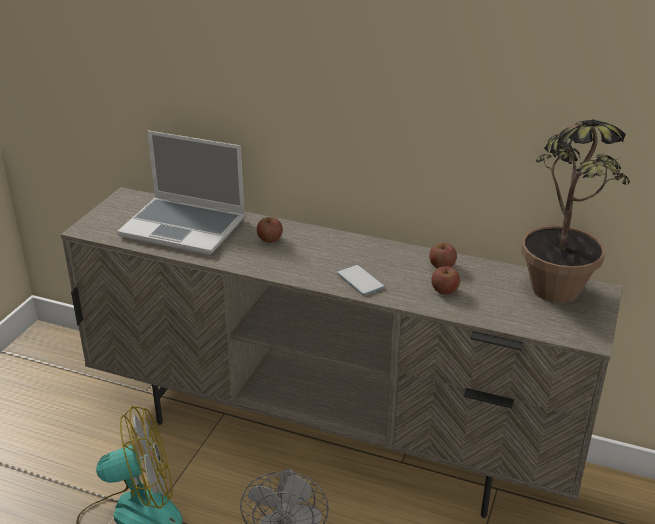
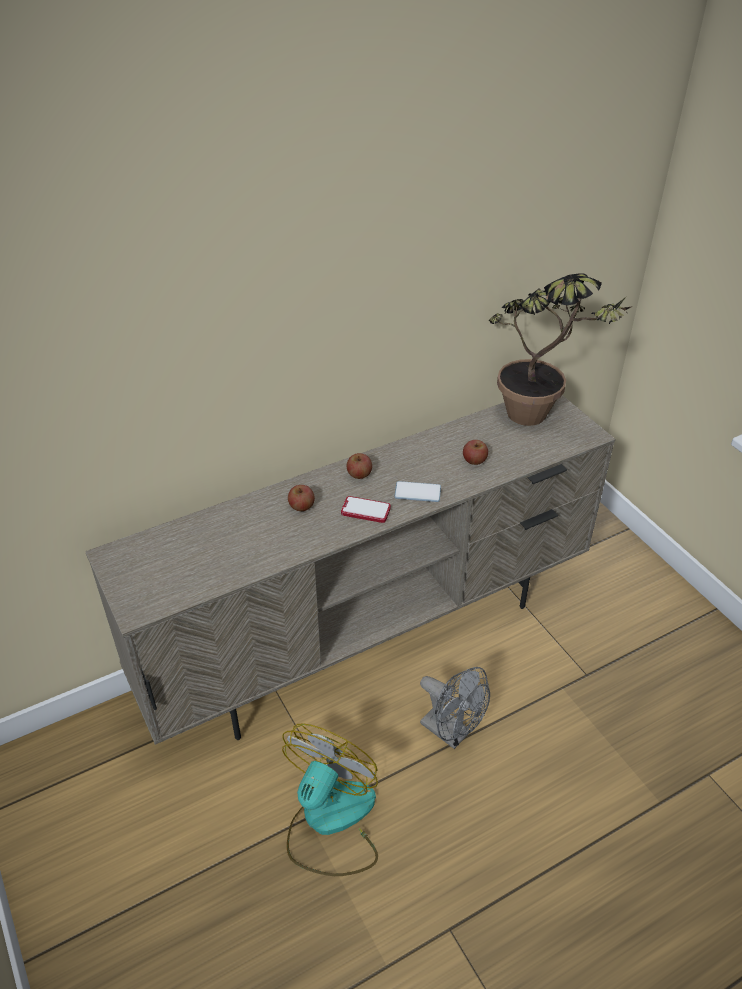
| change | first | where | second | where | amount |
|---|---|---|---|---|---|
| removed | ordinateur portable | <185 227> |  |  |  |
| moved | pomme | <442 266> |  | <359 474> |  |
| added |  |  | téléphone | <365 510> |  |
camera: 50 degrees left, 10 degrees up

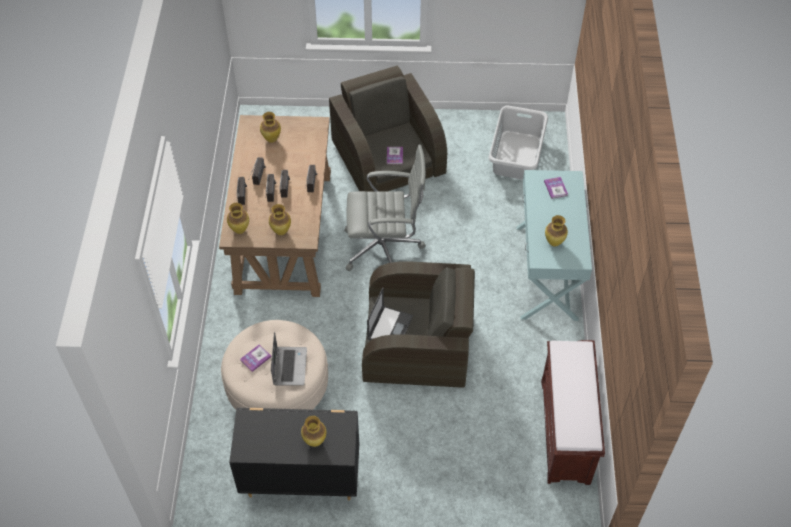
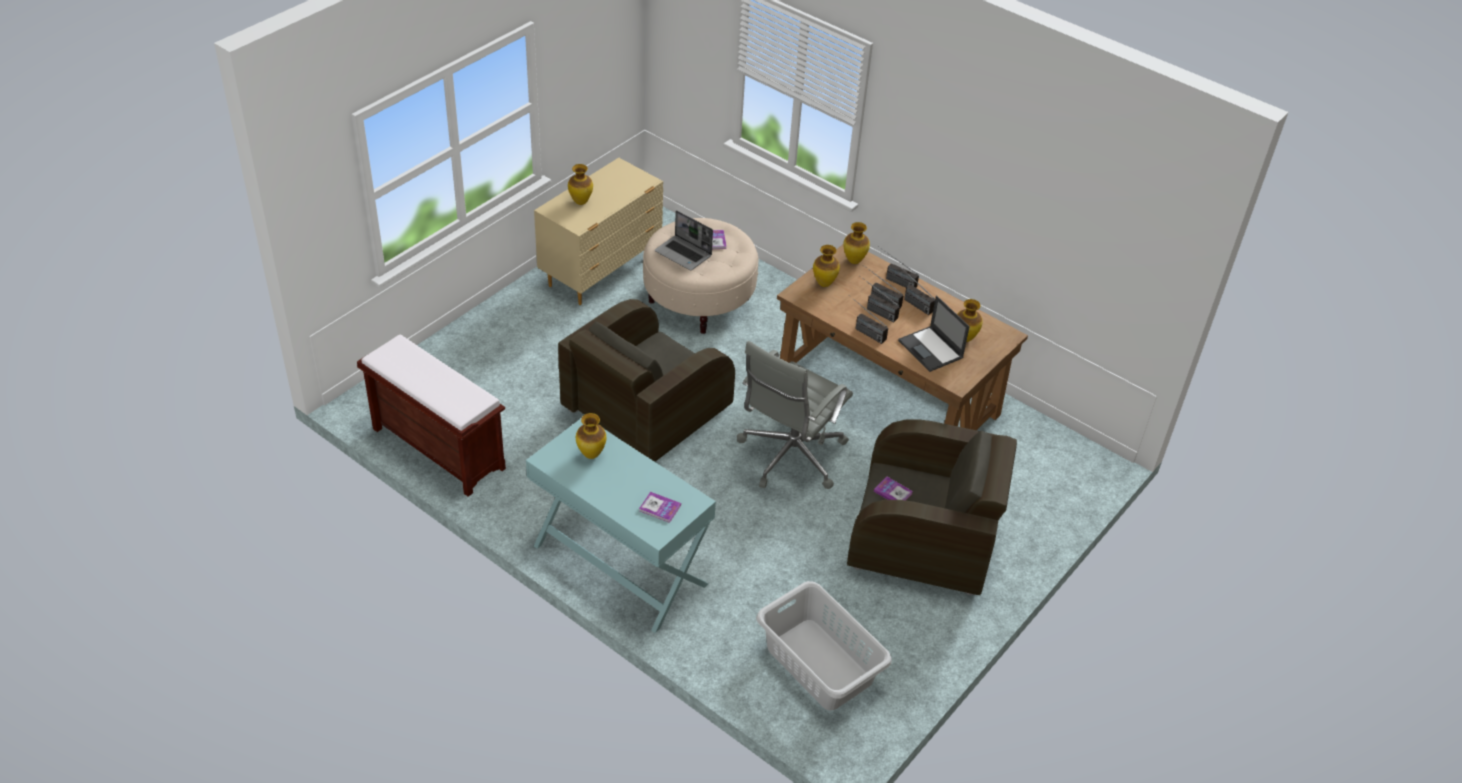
| change | first | where | second | where | amount |
|---|---|---|---|---|---|
| recoloured | commode [noir] | <300 478> | commode [beige] | <601 271> |  |
| moved | ordinateur portable | <390 327> |  | <931 349> |  |
camera: 125 degrees right, 10 degrees down

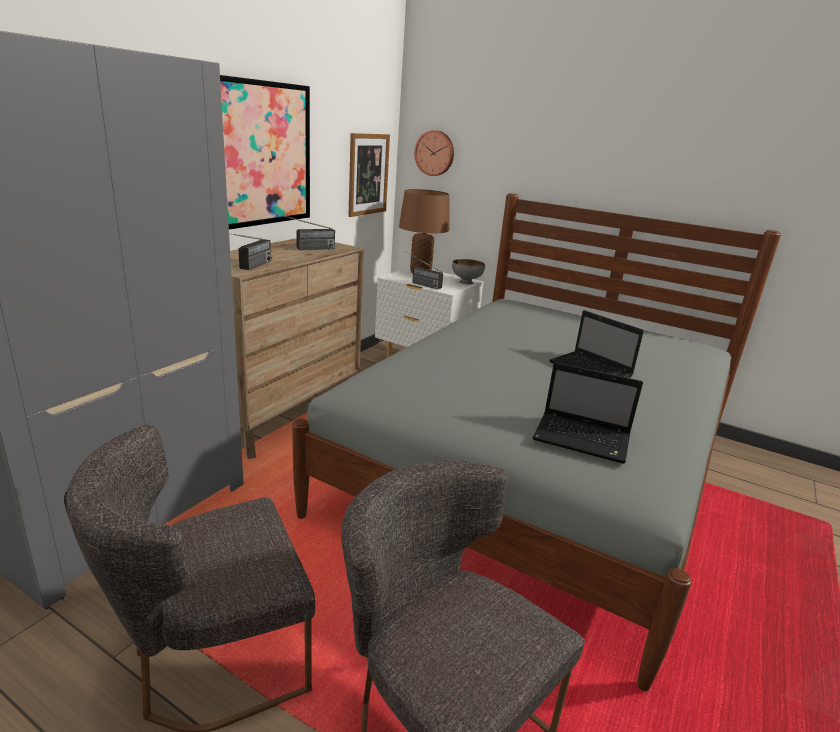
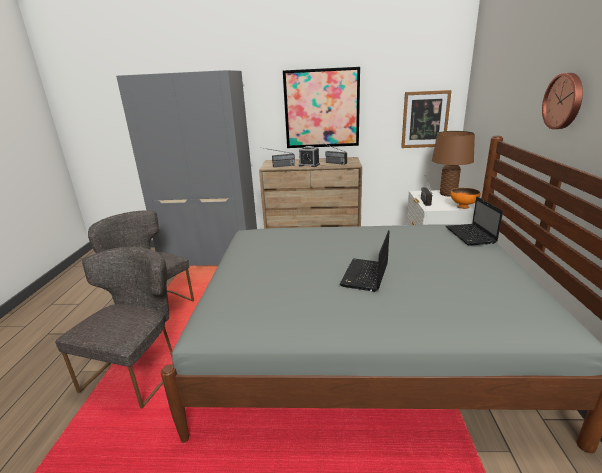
| change | first | where | second | where | amount |
|---|---|---|---|---|---|
| moved | horloge murale | <435 153> |  | <564 101> |  |
| recoloured | bol [gris] | <466 282> | bol [orange] | <463 207> |  |
| moved | ordinateur portable | <583 439> |  | <471 235> |  |
| added |  |  | réveil | <309 165> |  |
camera: 65 degrees right, 0 degrees up

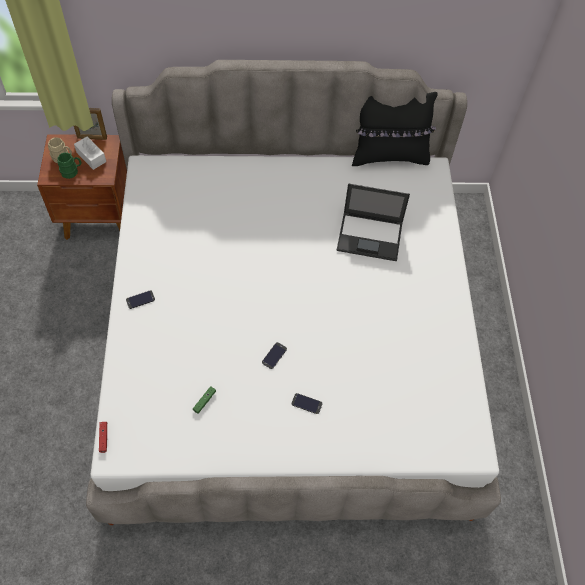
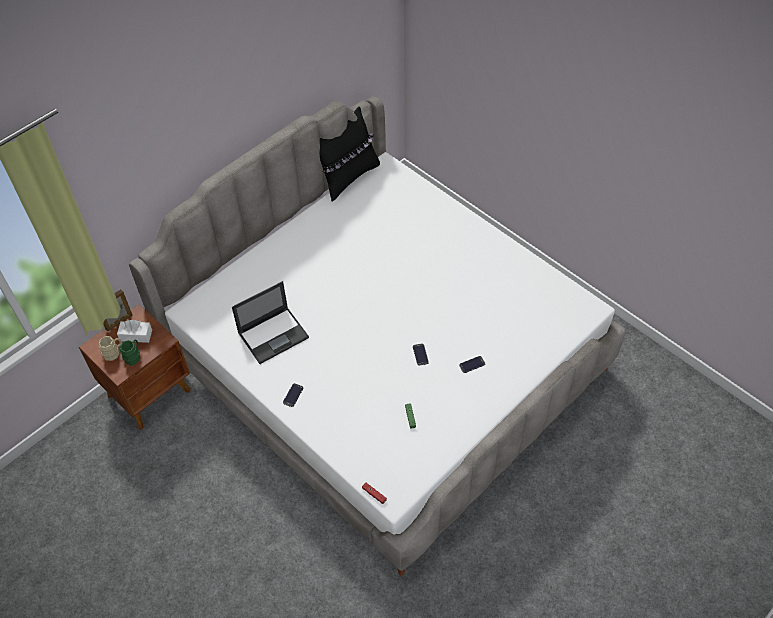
| change | first | where | second | where | amount |
|---|---|---|---|---|---|
| moved | ordinateur portable | <370 236> |  | <274 335> |  |
camera: 40 degrees left, 5 degrees down

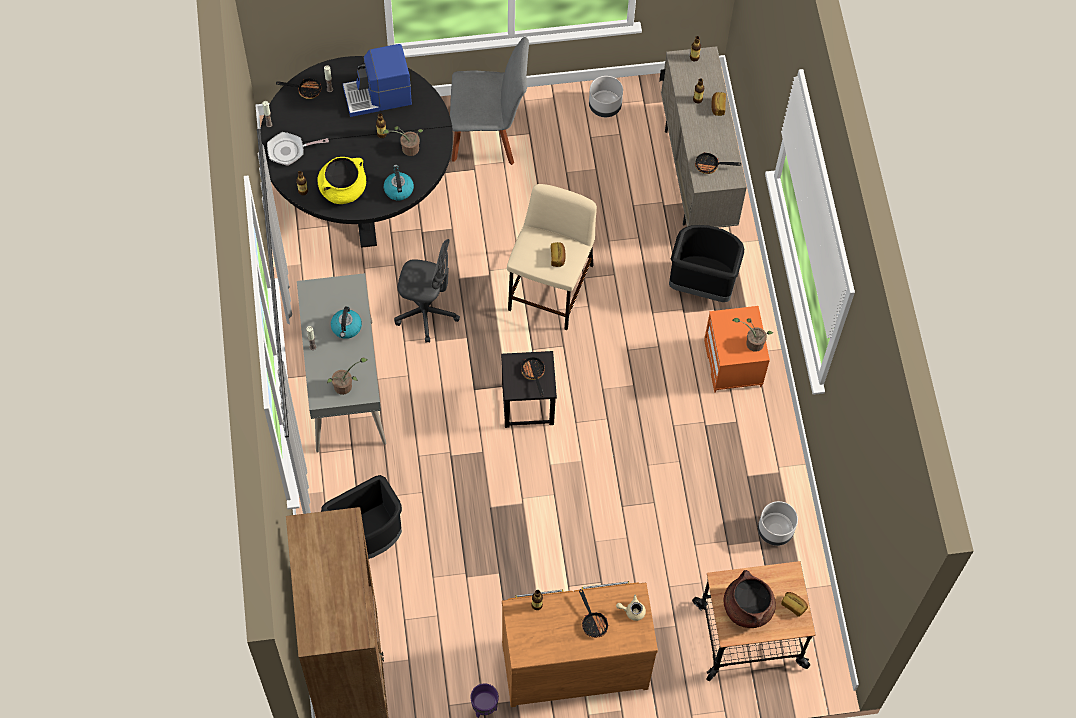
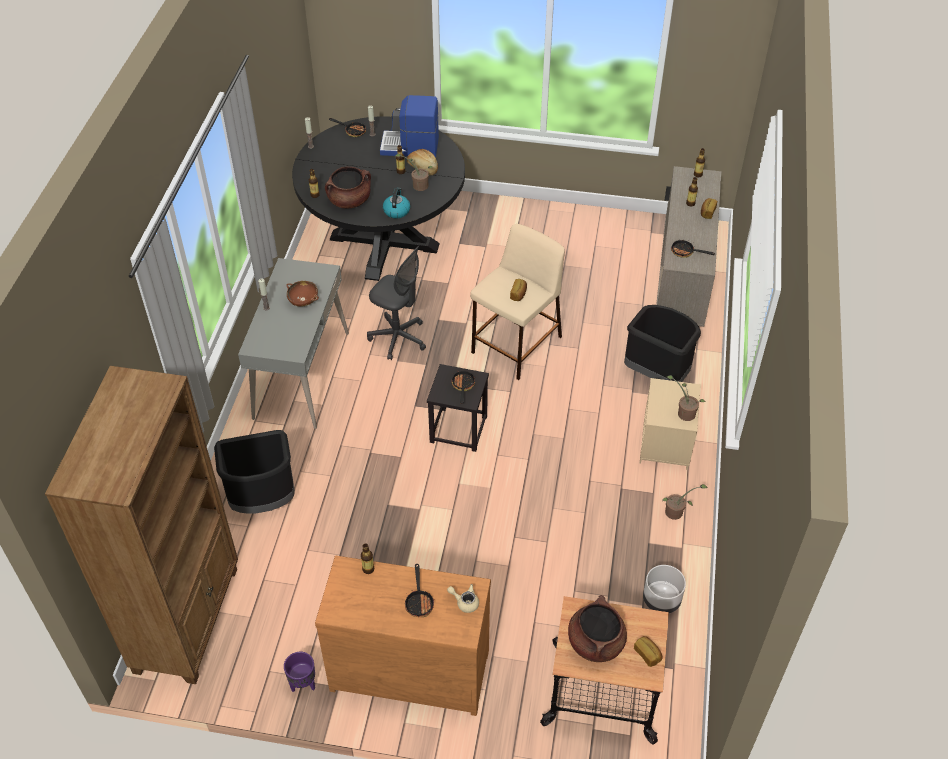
| change | first | where | second | where | amount |
|---|---|---|---|---|---|
| removed | poêle | <289 150> |  |  |  |
| recoloured | marmite [jaune] | <343 189> | marmite [marron] | <349 201> |  |
| moved | plante en pot | <345 386> |  | <676 512> |  |
| replaced | bouilloire | <346 328> | bol [marron] | <303 301> |  |
| removed | chaise [gris] | <488 135> |  |  |  |
| removed | cache-pot [gris] | <605 106> |  |  |  |
| recoloured | table de chevet [orange] | <733 364> | table de chevet [beige] | <666 444> |  |
| added |  |  | pain | <422 168> |  |
camera: 20 degrees right, 15 degrees down

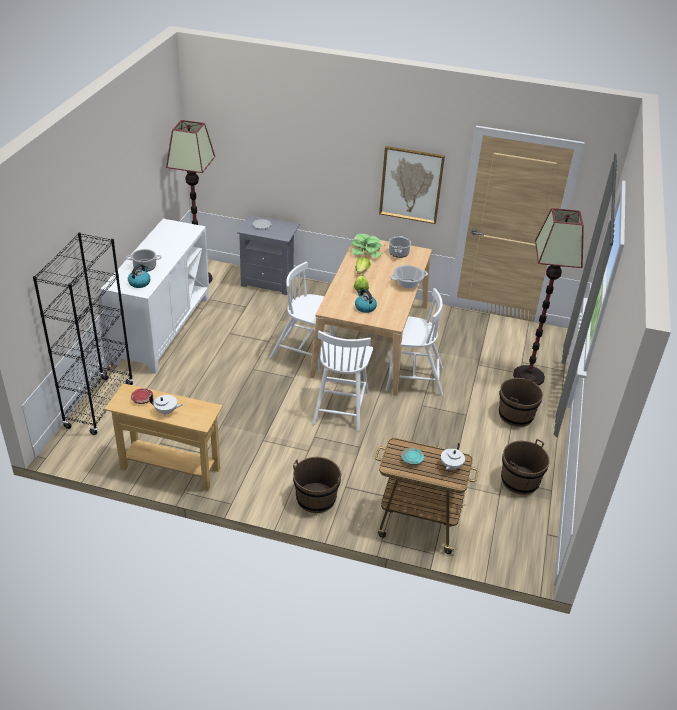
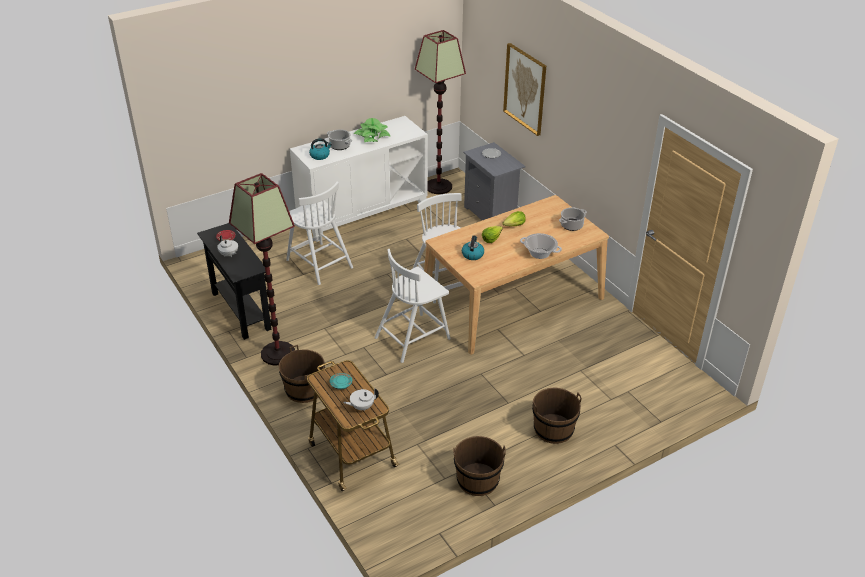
| change | first | where | second | where | amount |
|---|---|---|---|---|---|
| removed | bibliothèque [noir] | <99 406> |  |  |  |
| recoloured | table console [beige] | <170 468> | table console [noir] | <241 311> |  |
| moved | plante en pot | <366 251> |  | <372 136> |  |
| moved | tableau | <411 184> |  | <525 89> |  |
| moved | chaise [blanc] | <413 378> |  | <318 263> |  |
| moved | lampadaire | <529 376> |  | <278 354> |  |
camera: 45 degrees right, 0 degrees up

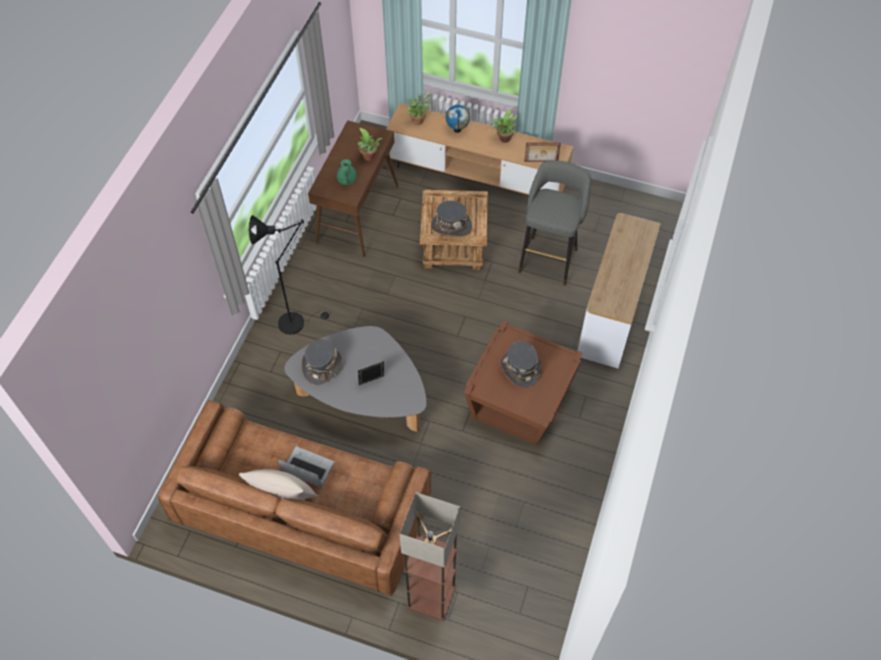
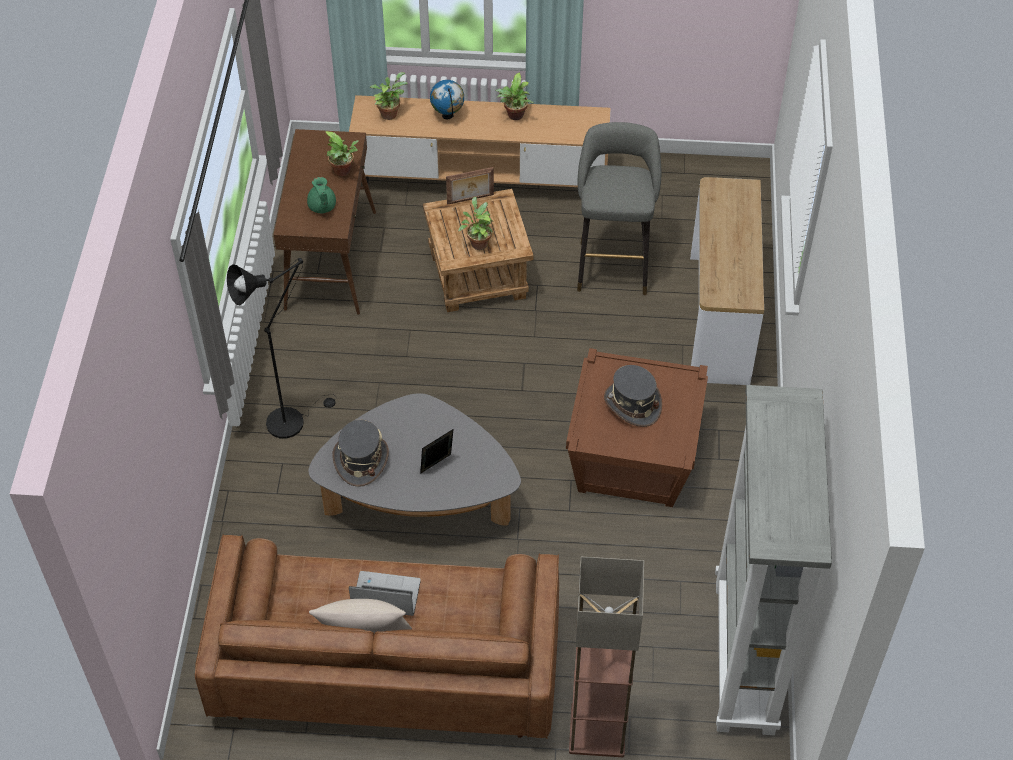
| change | first | where | second | where | amount |
|---|---|---|---|---|---|
| replaced | chapeau [gris] | <451 226> | plante en pot | <478 242> |  |
| moved | cadre photo | <541 161> |  | <470 200> |  |
| added |  |  | bibliothèque [gris] | <746 658> |  |
camera: 15 degrees left, 5 degrees down

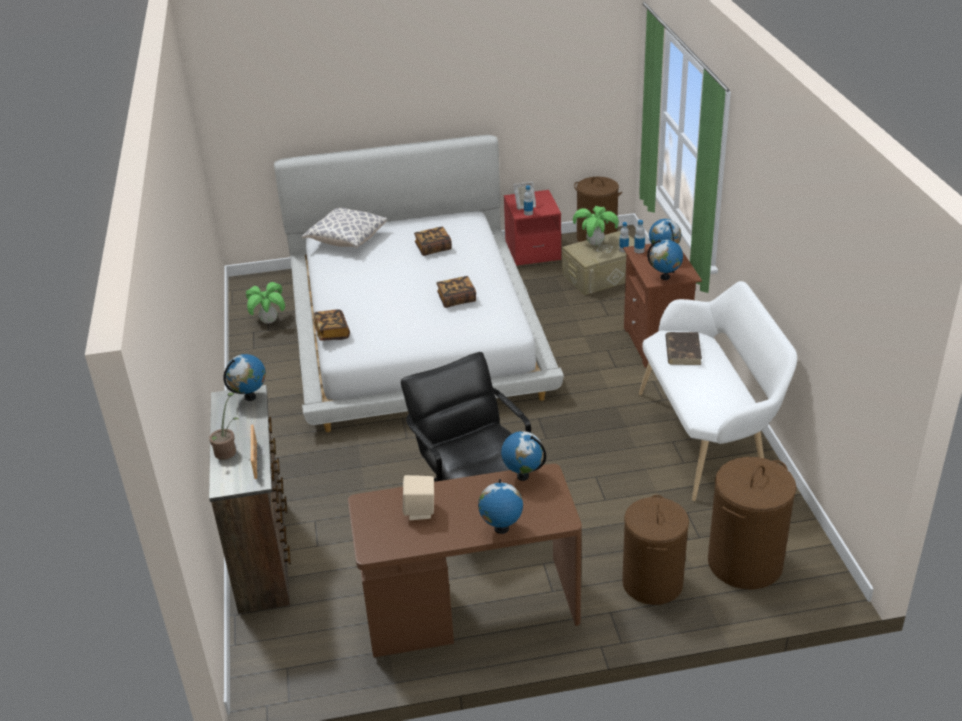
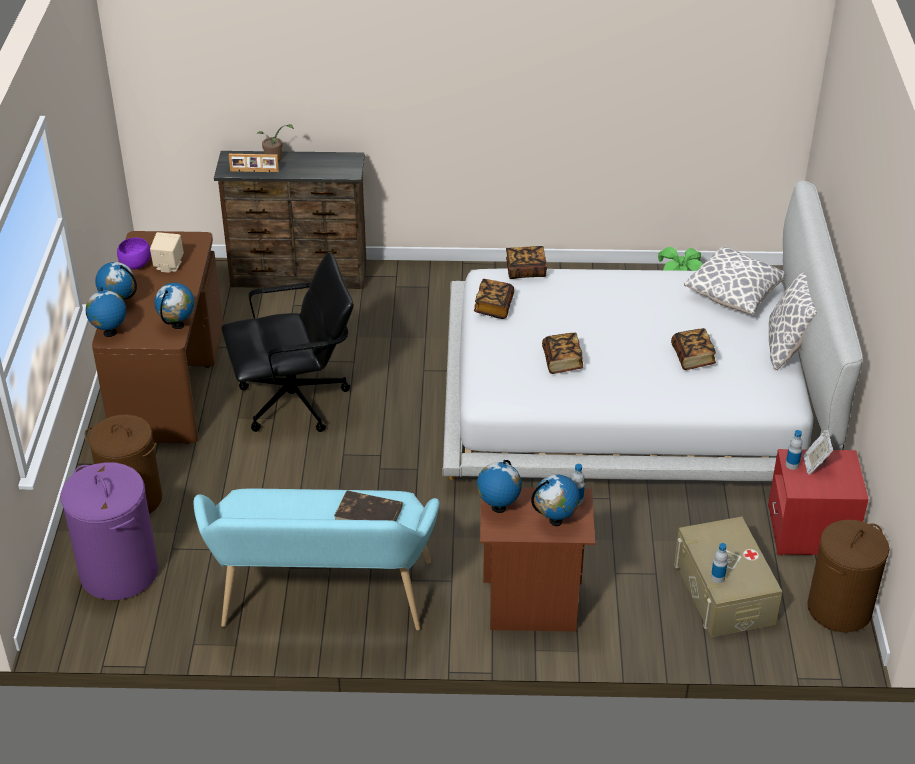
| change | first | where | second | where | amount |
|---|---|---|---|---|---|
| moved | globe | <250 397> |  | <110 333> |  |
| removed | plante en pot | <595 243> |  |  |  |
| recoloured | banc [blanc] | <708 437> | banc [turquoise] | <323 601> |  |
| recoloured | panier à linge [marron] | <745 563> | panier à linge [violet] | <118 572> |  |
| added |  |  | bol [violet] | <135 265> |  |
| added |  |  | livre | <493 307> |  |
| added |  |  | coussin | <788 346> |  |
camera: 100 degrees right, 5 degrees up

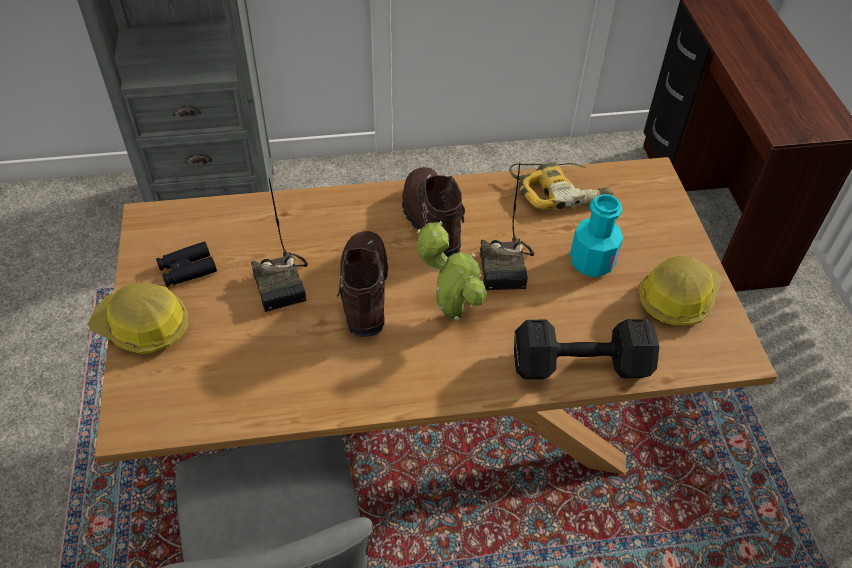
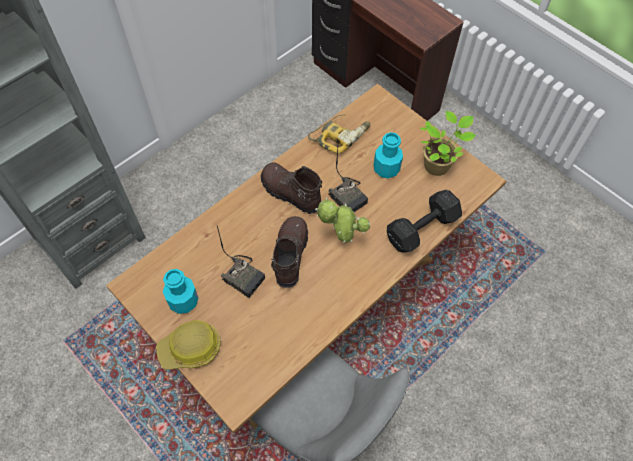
| change | first | where | second | where | amount |
|---|---|---|---|---|---|
| replaced | jumelles [noir] | <187 269> | bouteille [turquoise] | <183 301> |  |
| turned | botte [marron] | <363 292> |  | <289 255> | 45 degrees clockwise |
| replaced | casque de chantier | <677 297> | plante en pot | <438 165> |  |
camera: 35 degrees left, 10 degrees up

